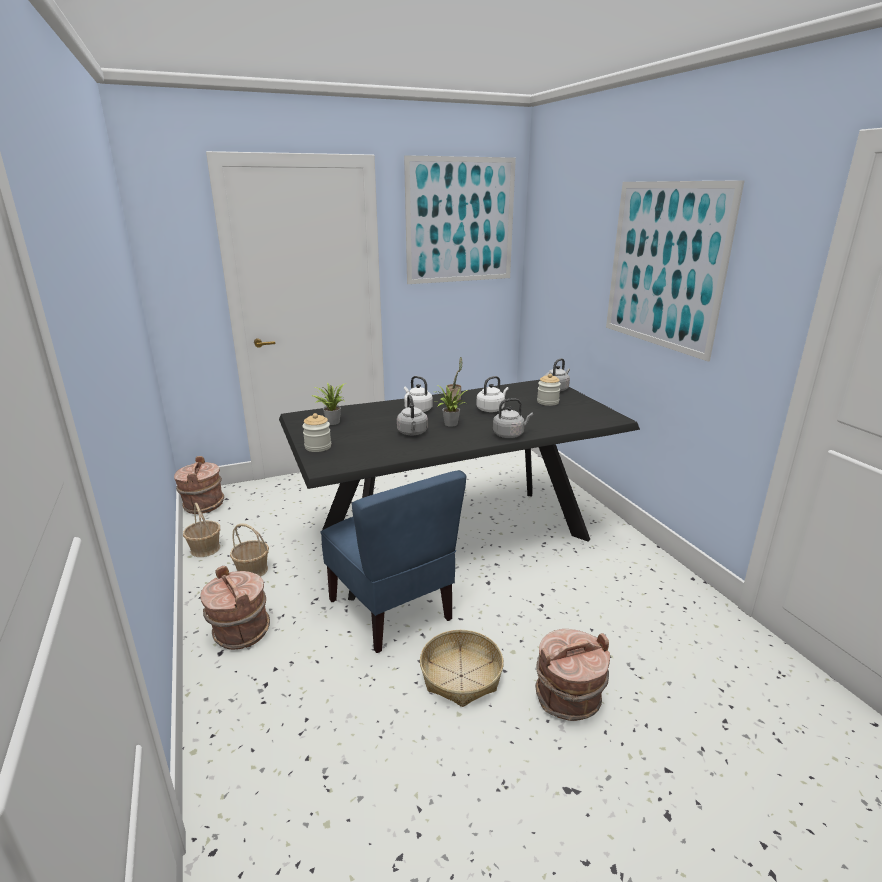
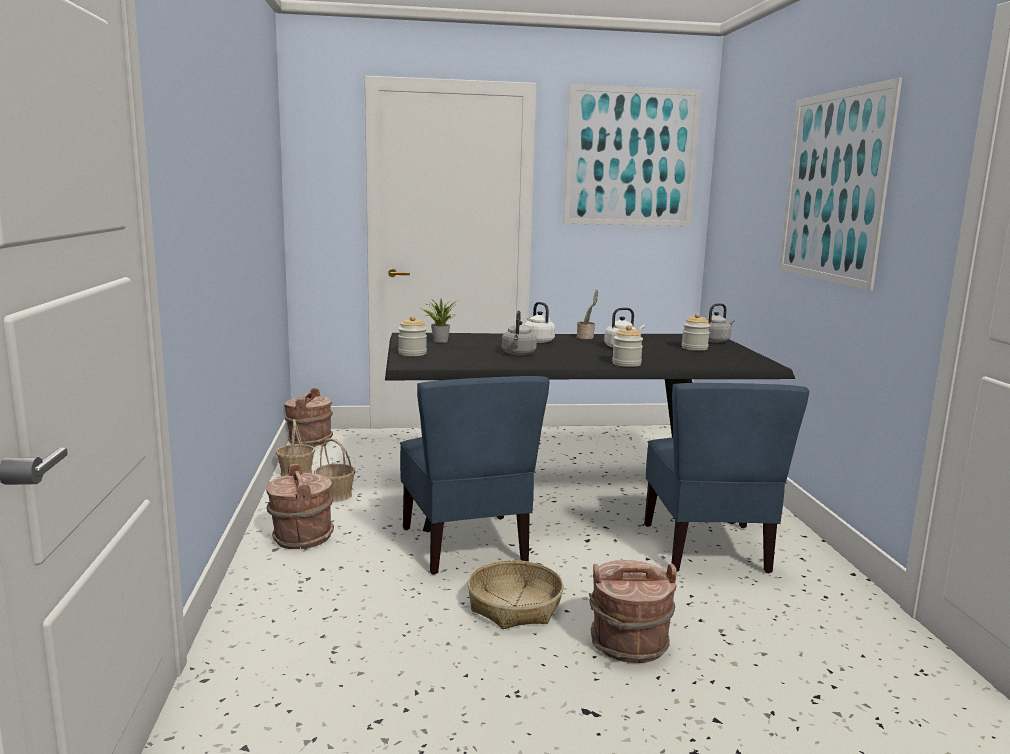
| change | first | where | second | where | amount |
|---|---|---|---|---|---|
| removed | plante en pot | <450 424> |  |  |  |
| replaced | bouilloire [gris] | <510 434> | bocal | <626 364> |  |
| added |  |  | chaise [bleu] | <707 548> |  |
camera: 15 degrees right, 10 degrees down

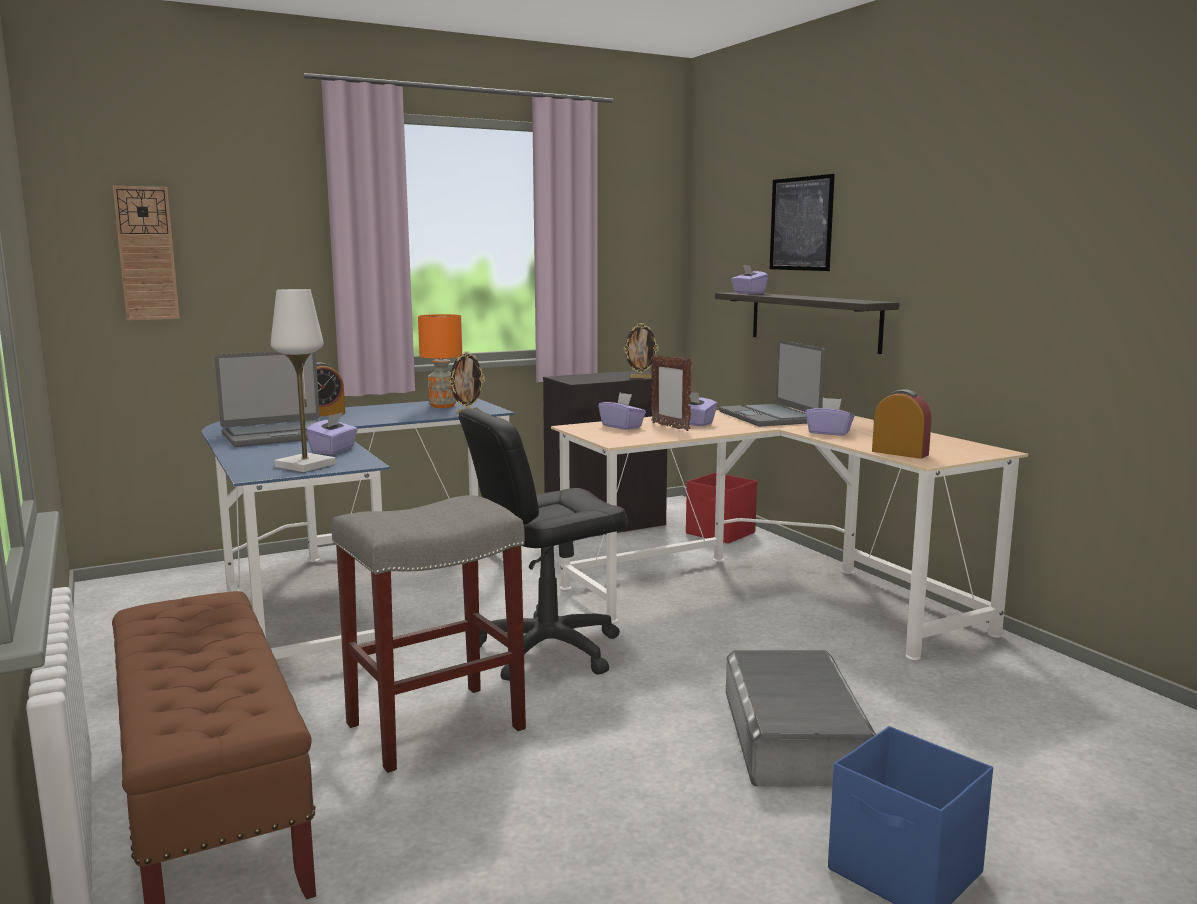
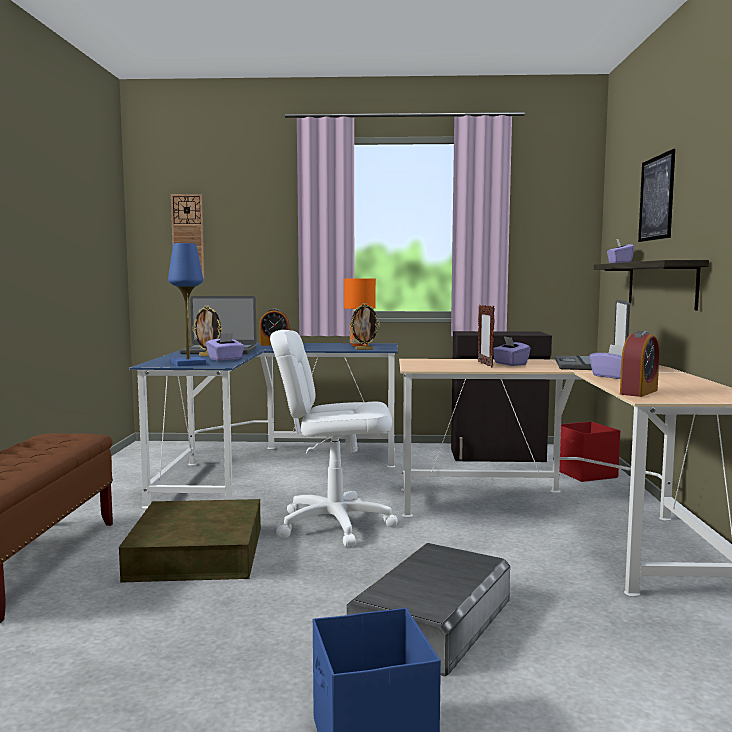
| change | first | where | second | where | amount |
|---|---|---|---|---|---|
| recoloured | lampe de table [blanc] | <305 465> | lampe de table [bleu] | <188 363> |  |
| replaced | tabouret [gris] | <433 727> | boîte de rangement [marron] | <197 552> |  |
| recoloured | chaise de bureau [noir] | <547 650> | chaise de bureau [blanc] | <334 524> |  |
| removed | boîte à mouchoirs [violet] | <622 426> |  |  |  |
| moved | cadre photo | <640 378> |  | <208 356> |  |
| turned | réveil | <900 453> |  | <638 392> | 60 degrees clockwise |
camera: 30 degrees right, 5 degrees down

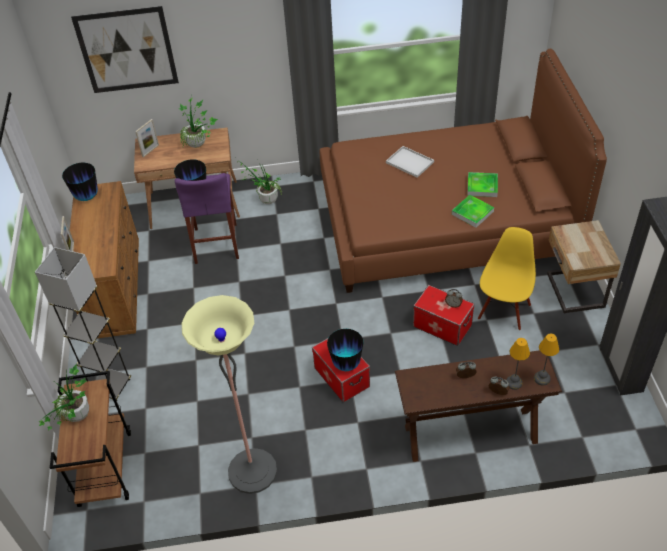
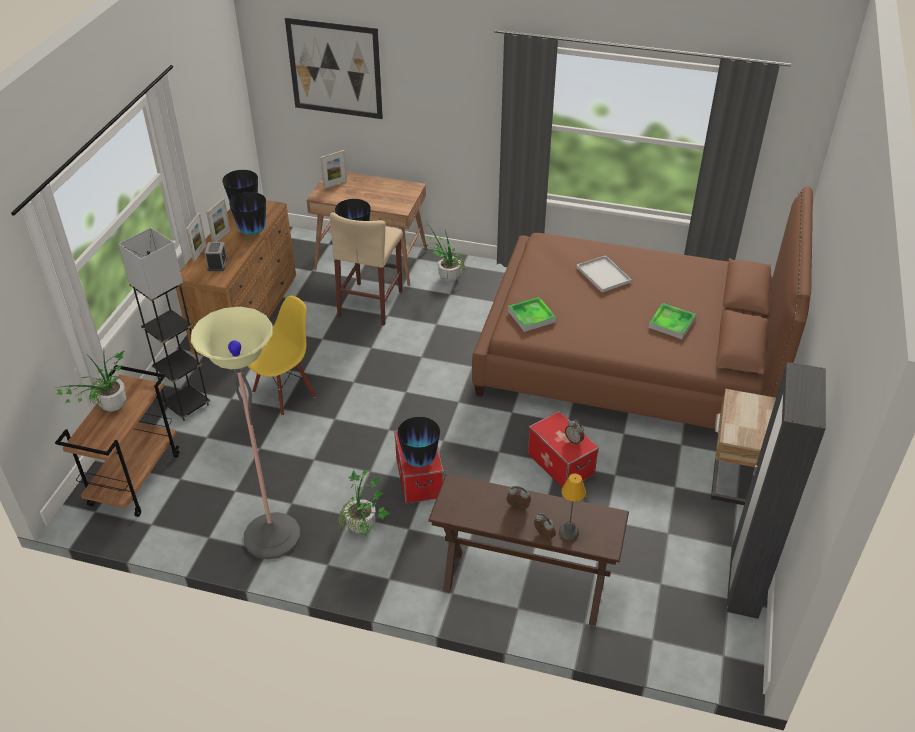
| change | first | where | second | where | amount |
|---|---|---|---|---|---|
| recoloured | tabouret [violet] | <216 243> | tabouret [beige] | <370 303> |  |
| moved | plante en pot | <200 146> |  | <364 531> |  |
| moved | plateau | <472 213> |  | <531 316> |  |
| moved | chaise [jaune] | <503 311> |  | <284 393> |  |
| removed | lampe de table | <542 379> |  |  |  |
| added |  |  | réveil | <217 264> |  |
| added |  |  | cadre photo | <221 237> |  |
| added |  |  | vase | <252 232> |  |
camera: 20 degrees right, 5 degrees down

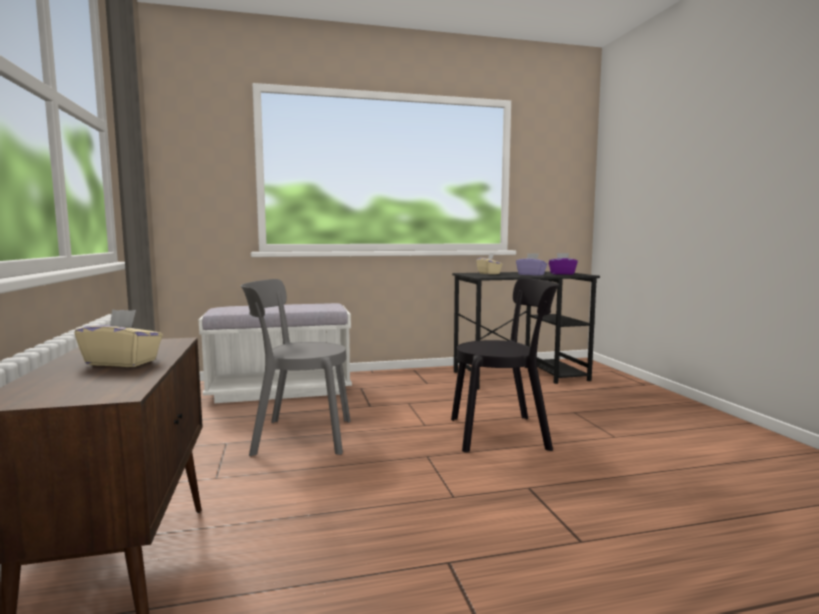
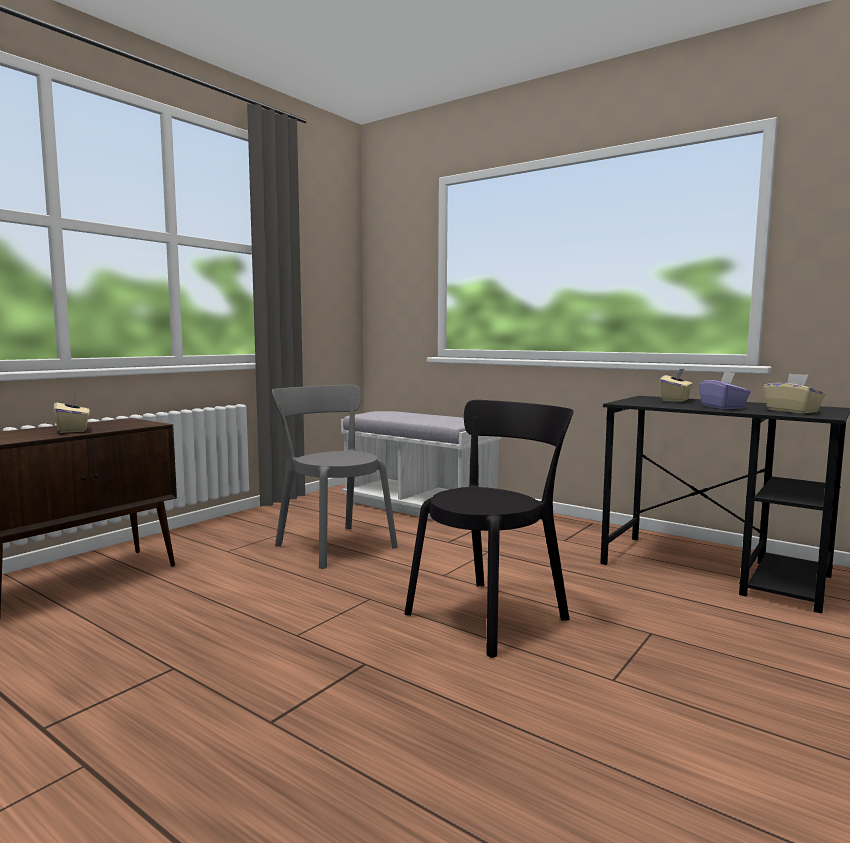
| change | first | where | second | where | amount |
|---|---|---|---|---|---|
| turned | chaise [noir] | <504 433> |  | <491 614> | 90 degrees counterclockwise |
| recoloured | boîte à mouchoirs [violet] | <562 274> | boîte à mouchoirs [beige] | <792 411> |  |
camera: 50 degrees right, 0 degrees up

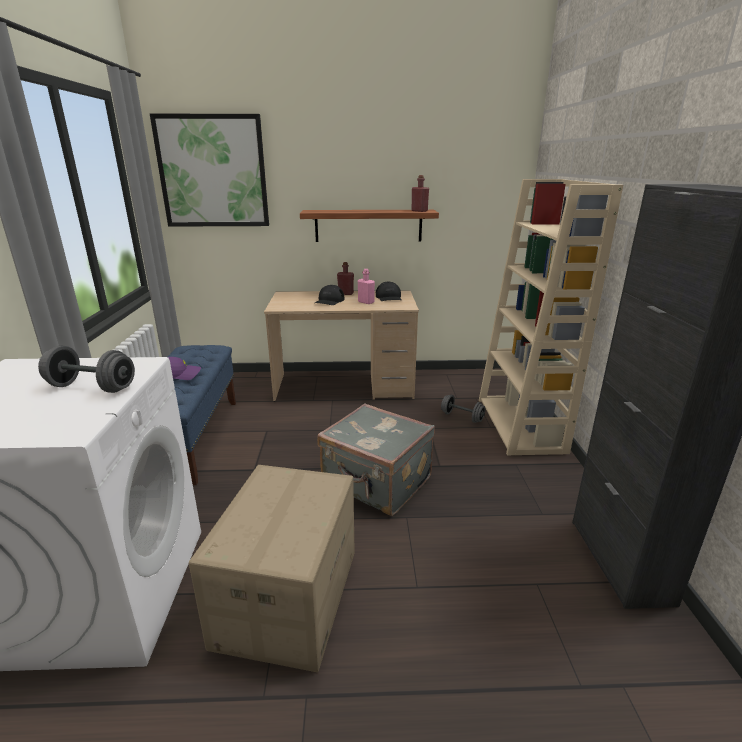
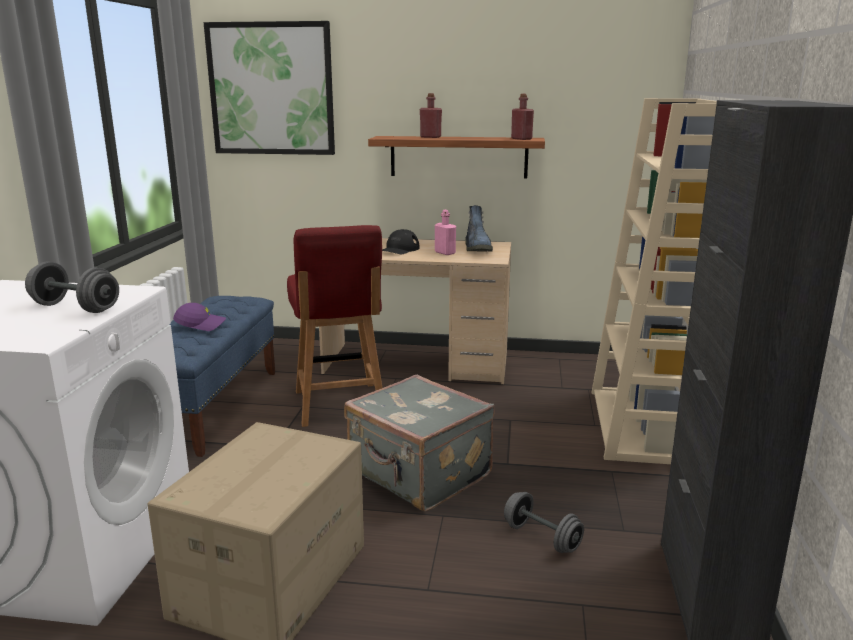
| change | first | where | second | where | amount |
|---|---|---|---|---|---|
| moved | bouteille [rouge] | <345 293> |  | <430 137> |  |
| replaced | casquette [noir] | <389 297> | botte | <478 249> |  |
| moved | haltère [gris] | <462 417> |  | <542 537> |  |
| added |  |  | chaise [rouge] | <339 405> |  |
camera: 10 degrees right, 5 degrees down

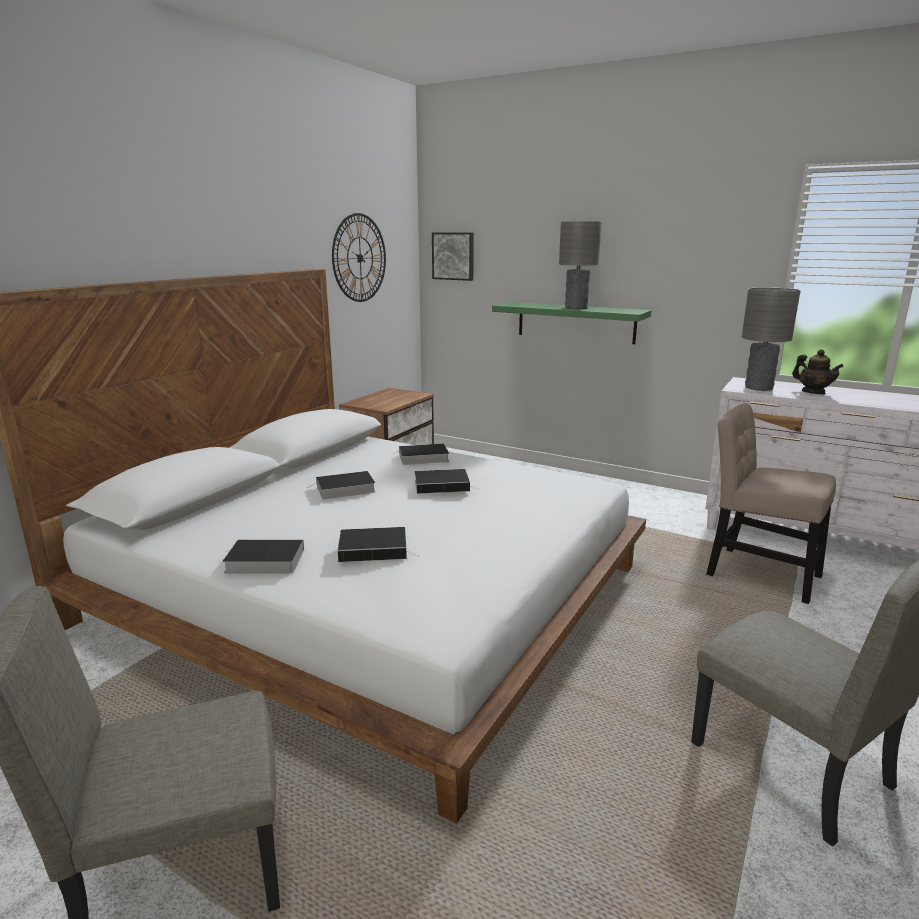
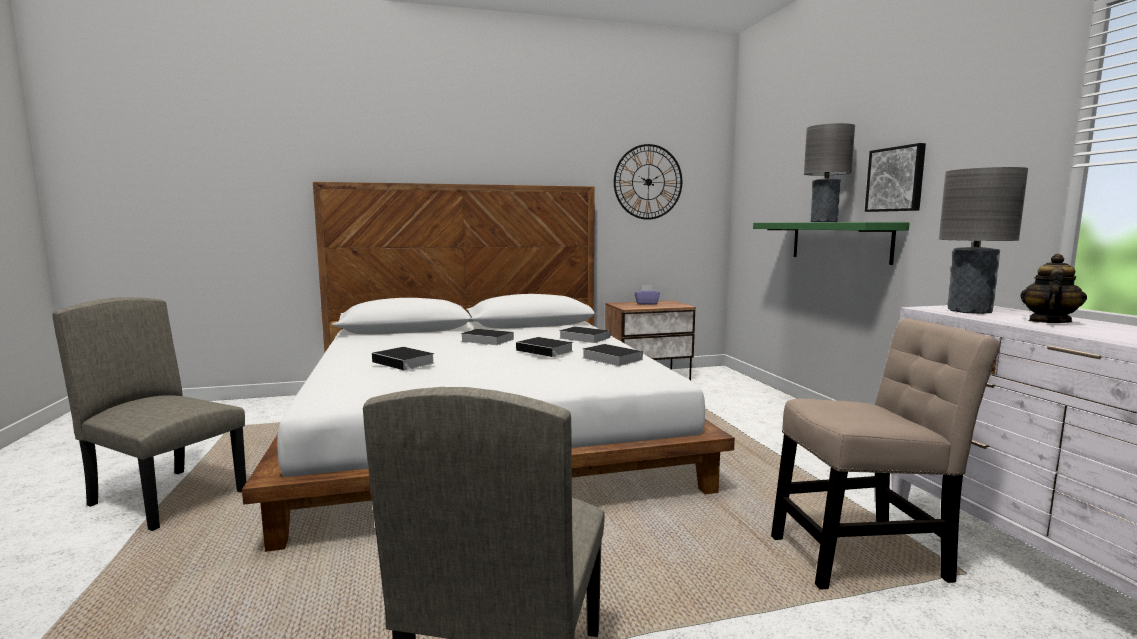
| change | first | where | second | where | amount |
|---|---|---|---|---|---|
| moved | livre | <262 561> |  | <610 358> |  |
| moved | tableau | <453 256> |  | <896 179> |  |
| turned | chaise [beige] | <757 573> |  | <865 556> | 90 degrees clockwise |
| turned | théière | <813 392> |  | <1048 322> | 150 degrees counterclockwise |
| added |  |  | boîte à mouchoirs [violet] | <646 303> |  |
camera: 45 degrees right, 10 degrees down

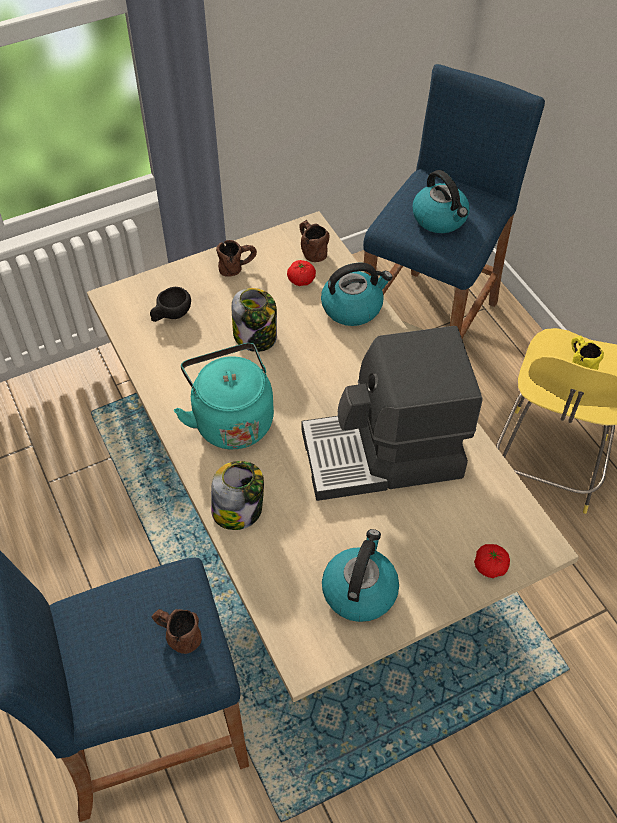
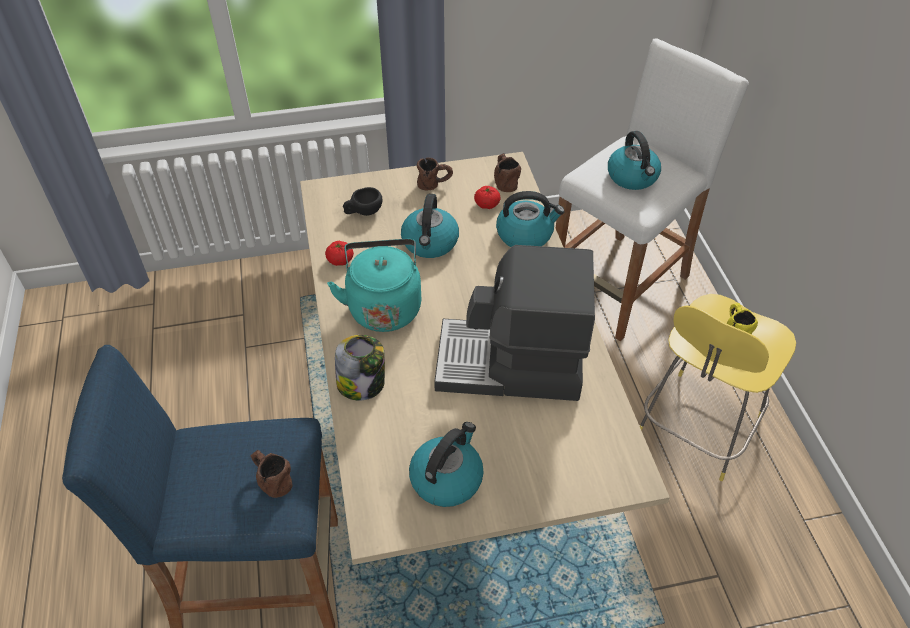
| change | first | where | second | where | amount |
|---|---|---|---|---|---|
| replaced | bocal | <256 337> | bouilloire | <430 243> |  |
| recoloured | tabouret [bleu] | <429 327> | tabouret [blanc] | <619 285> |  |
| moved | tomate | <490 566> |  | <340 260> |  |
camera: 15 degrees right, 5 degrees down

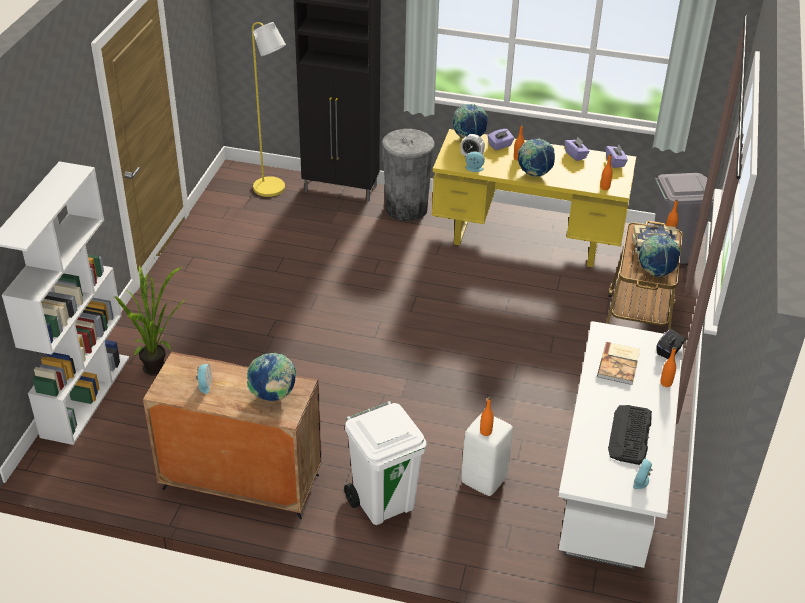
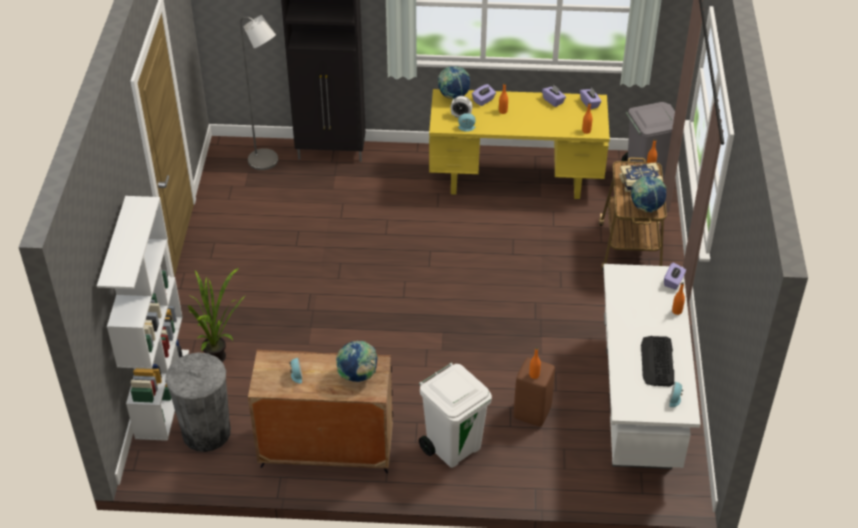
| change | first | where | second | where | amount |
|---|---|---|---|---|---|
| recoloured | lampadaire [jaune] | <273 190> | lampadaire [gris] | <267 162> |  |
| moved | poubelle [gris] | <406 208> |  | <206 432> |  |
| recoloured | tabouret [blanc] | <483 479> | tabouret [marron] | <532 412> |  |
| removed | globe | <534 174> |  |  |  |
| removed | livre | <619 364> |  |  |  |
| recoloured | boîte à mouchoirs [noir] | <669 351> | boîte à mouchoirs [violet] | <673 282> |  |
camera: 10 degrees left, 5 degrees up

